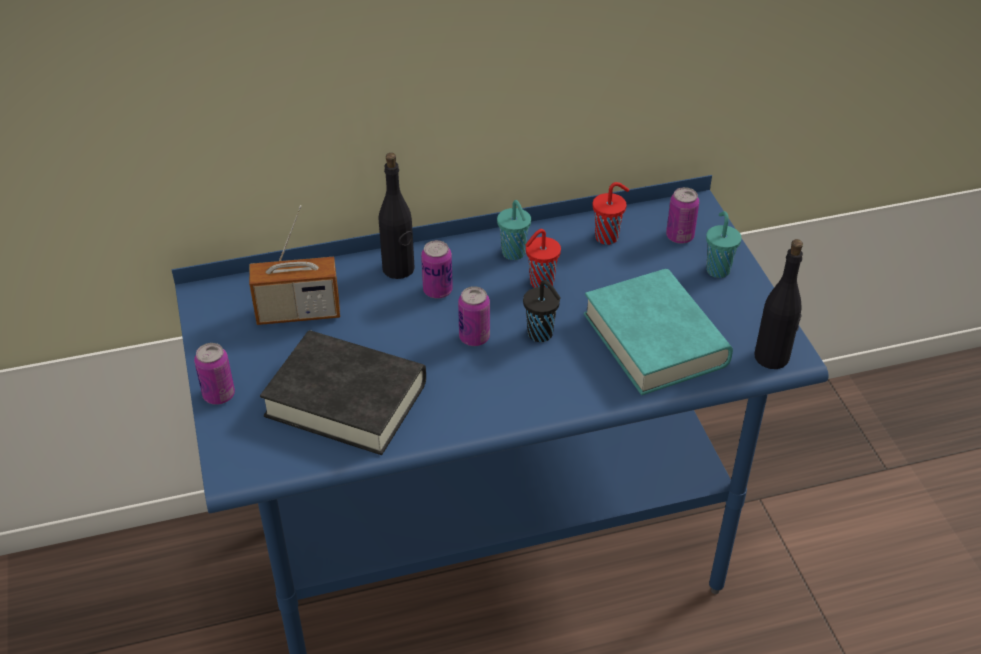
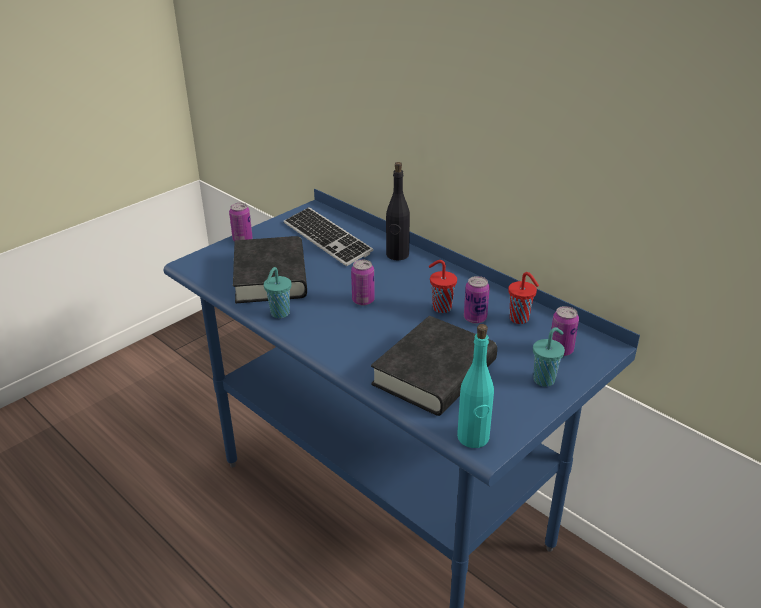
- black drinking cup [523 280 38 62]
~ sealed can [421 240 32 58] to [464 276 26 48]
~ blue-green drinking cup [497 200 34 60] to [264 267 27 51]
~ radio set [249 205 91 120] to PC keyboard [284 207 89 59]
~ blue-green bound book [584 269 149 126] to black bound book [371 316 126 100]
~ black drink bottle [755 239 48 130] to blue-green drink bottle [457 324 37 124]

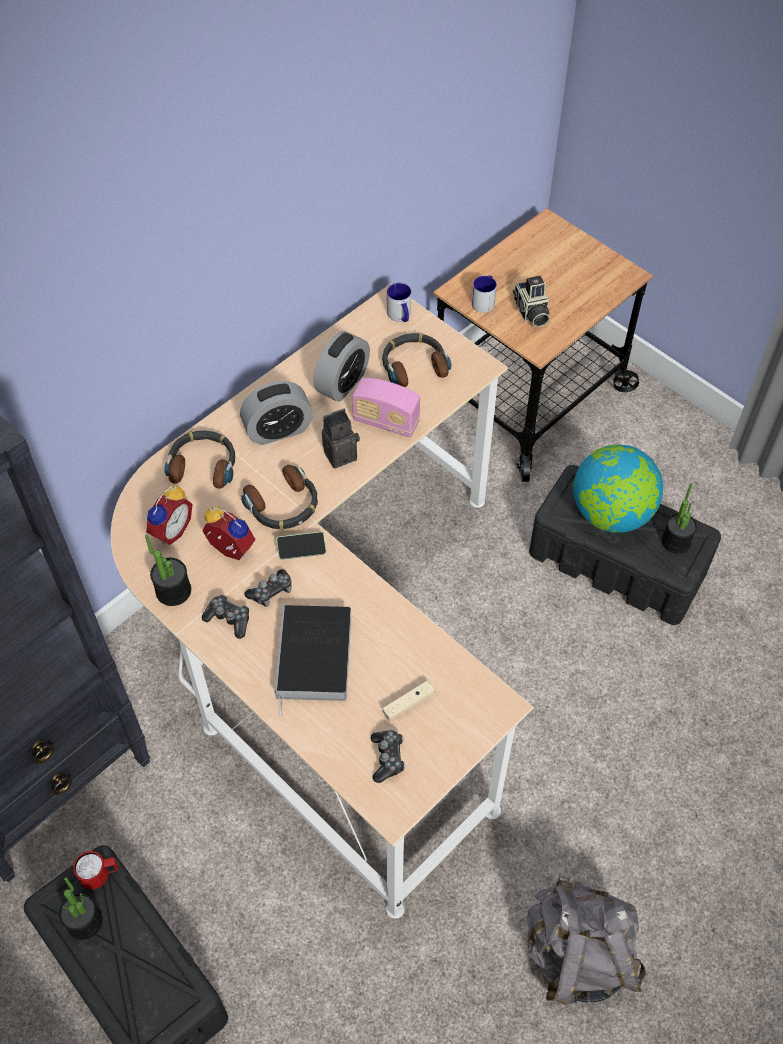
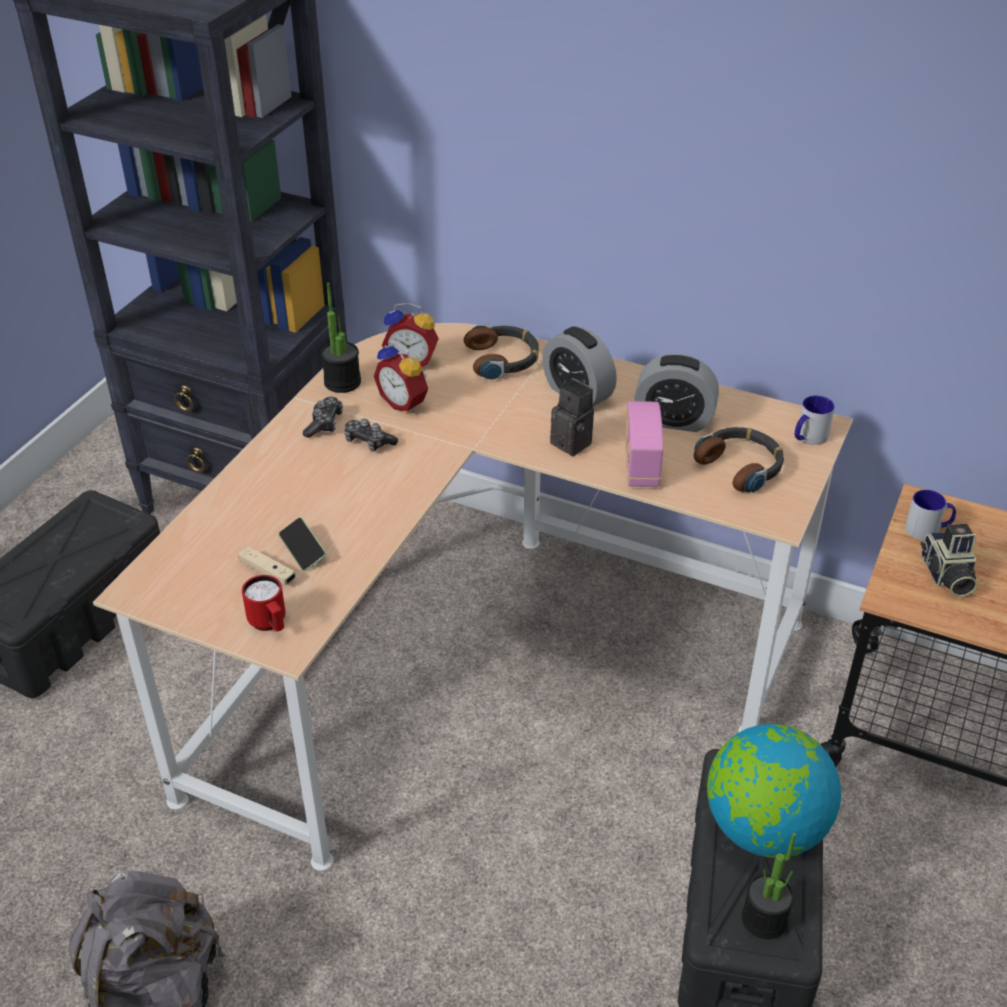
- plant in a pot [59 877 44 63]
- pair of headphones [241 465 77 65]
- bound book [275 605 76 112]
- game controller [371 730 34 53]
~ red coffee mug [73 851 46 38] to [242 575 43 56]
~ telephone [276 532 50 28] to [279 517 47 54]
~ bedside clock [202 506 54 54] = [374 341 54 71] 120 degrees clockwise
~ photo camera [513 276 37 51] = [921 524 56 73] 60 degrees counterclockwise

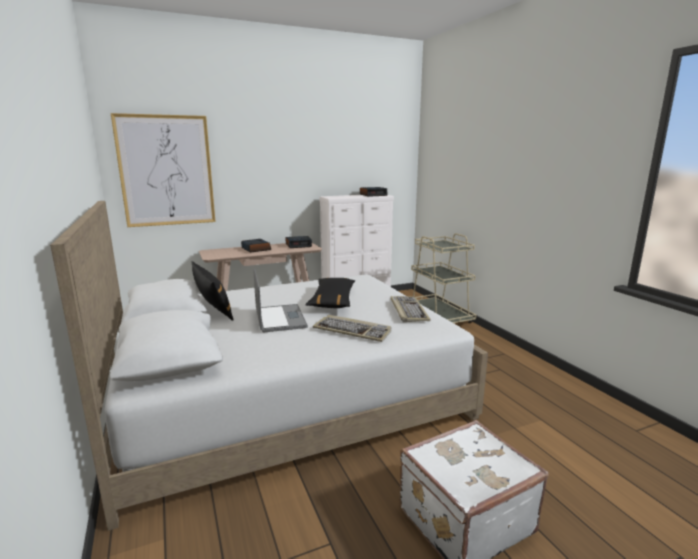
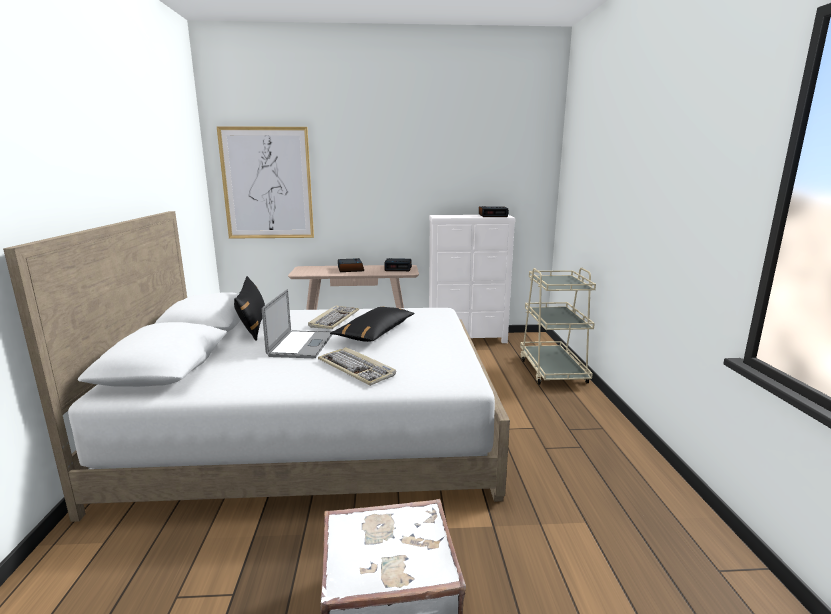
~ PC keyboard [391 296 40 26] to [308 305 51 24]

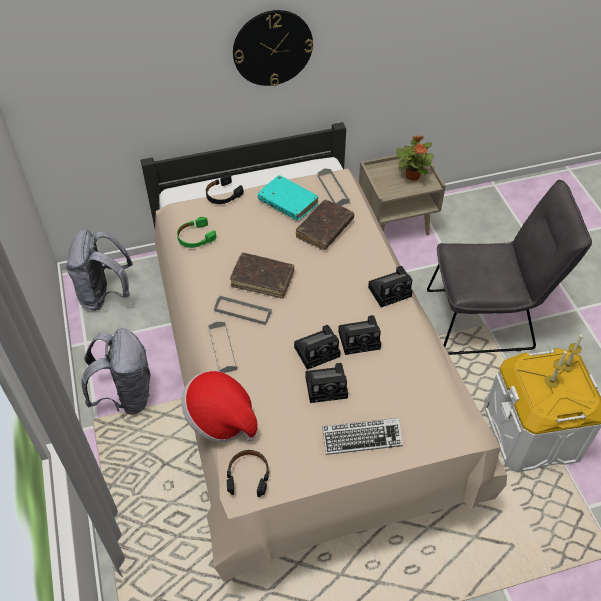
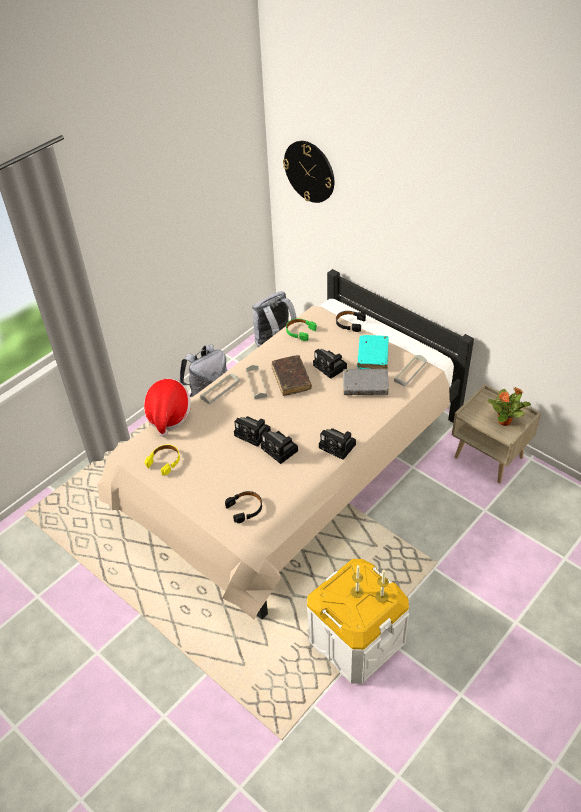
- PC keyboard [322 418 81 37]
- grey plain chair [427 180 165 175]
+ yellowish pair of headphones [145 444 35 32]
~ black pair of headphones [227 450 42 47] to [225 491 37 32]
~ clock on the wall [233 10 80 76] to [283 141 51 62]
~ photo camera [305 363 43 40] to [313 349 34 30]
~ brown-coloured bound book [296 200 58 50] to grey bound book [343 369 46 26]

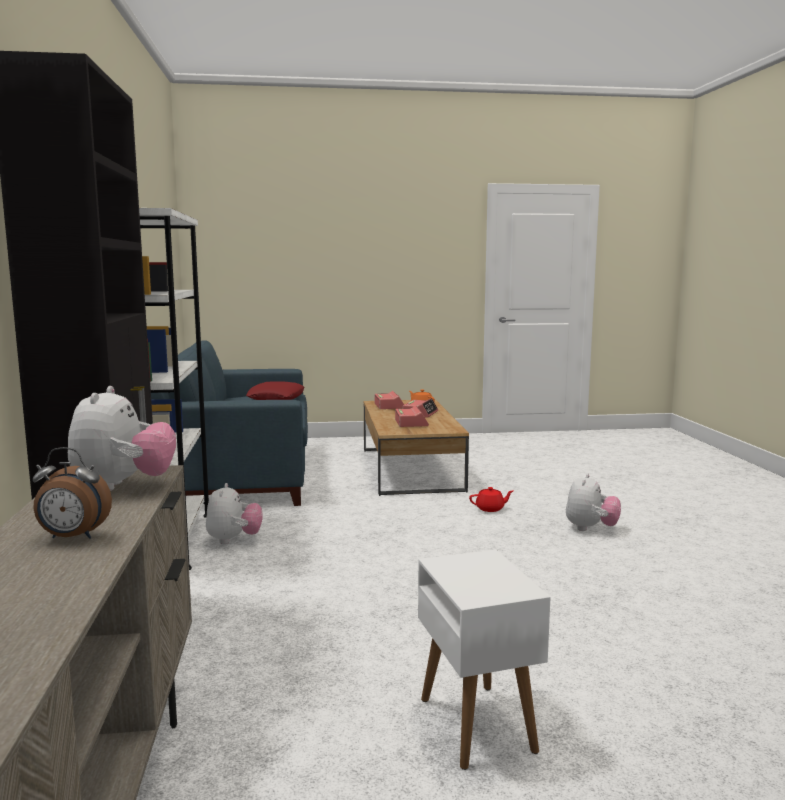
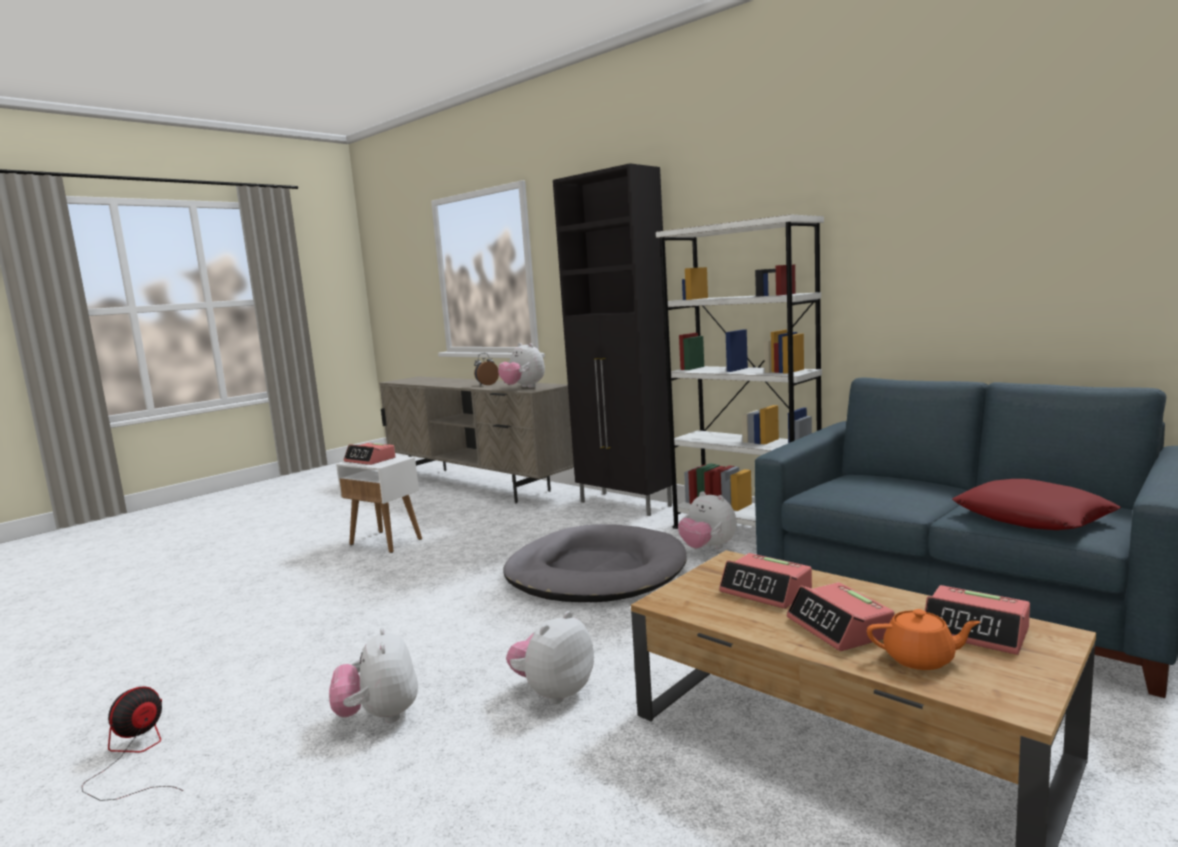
+ cooling fan [82 686 102 115]
+ bedside clock [344 443 52 22]
+ grey dog cushion [503 524 184 78]
~ red tea pot [469 487 44 25] to plush toy [506 611 88 93]

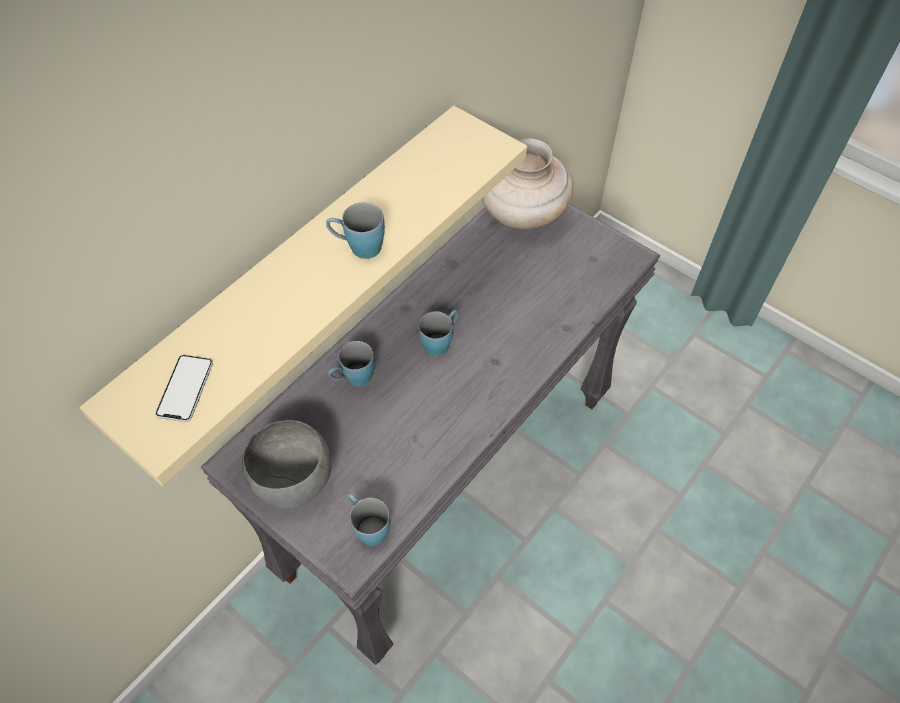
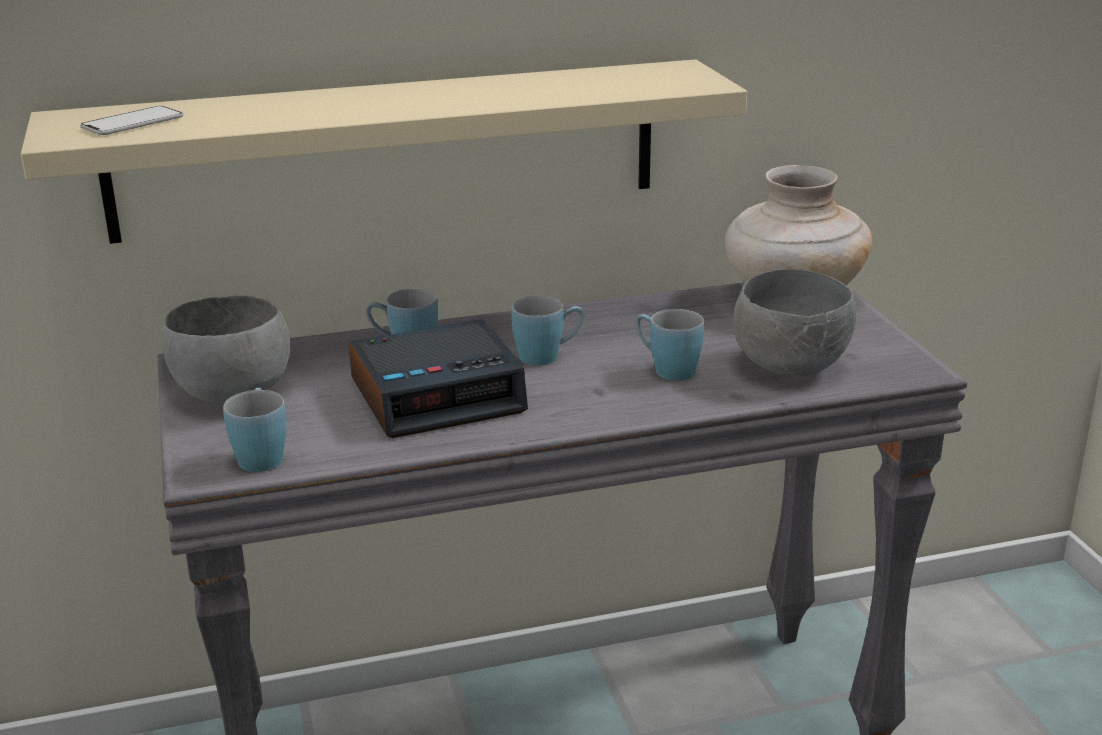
+ bedside clock [349 319 179 119]
+ grey deep dish [733 269 123 107]
~ bluish coffee mug [326 202 59 57] to [635 309 69 72]

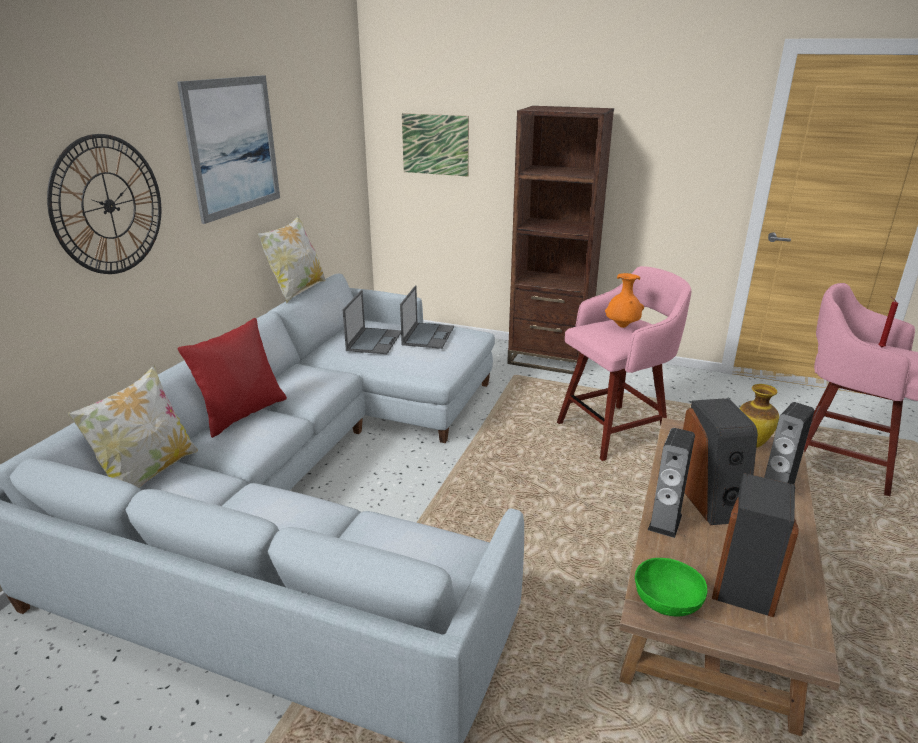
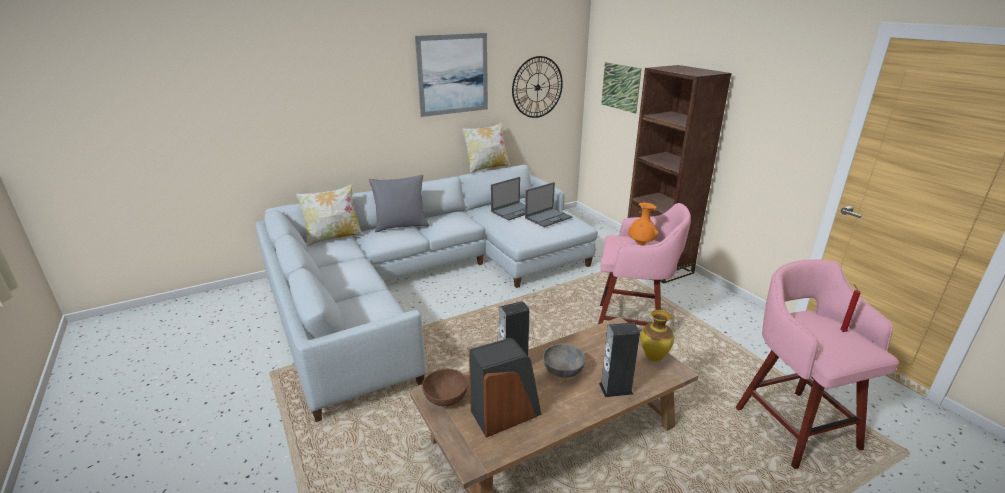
~ clock on the wall [47 134 114 140] to [512 56 51 62]
~ speaker [683 398 75 127] to grey deep dish [543 343 42 35]
~ red cushion [178 318 109 120] to grey cushion [369 175 60 57]
~ green-coloured deep dish [635 558 72 59] to brown-coloured deep dish [422 369 46 37]

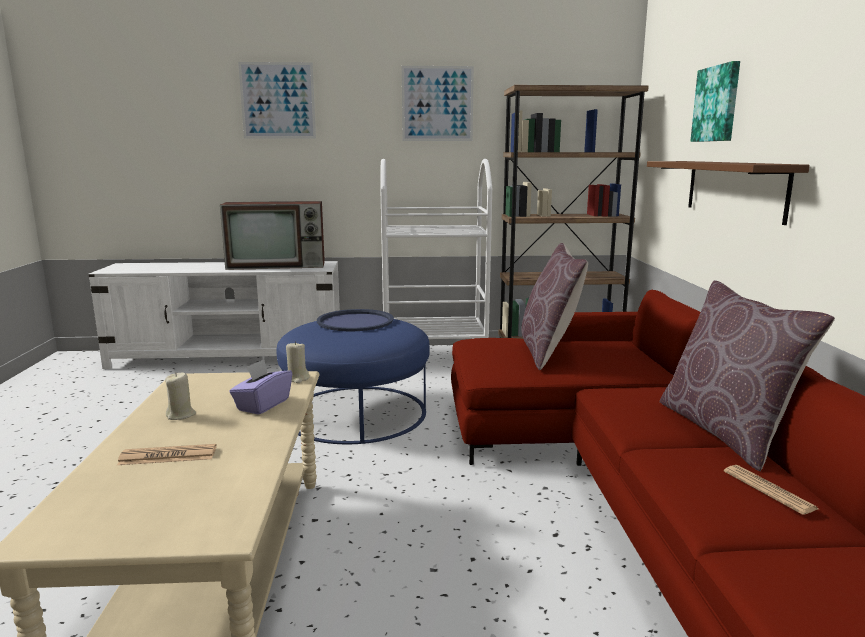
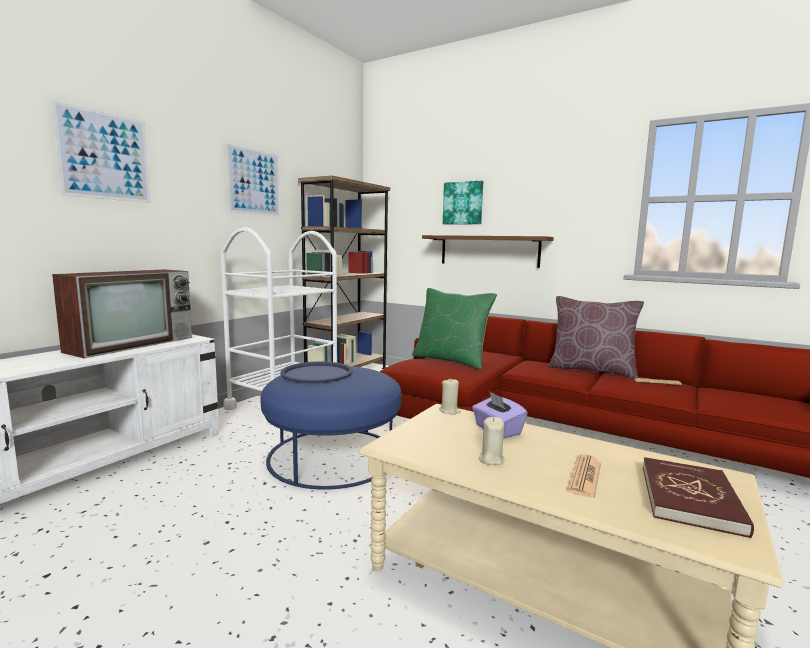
+ red bound book [643 457 111 81]
~ brown-coloured cushion [521 243 67 127] to green-coloured cushion [412 288 85 81]

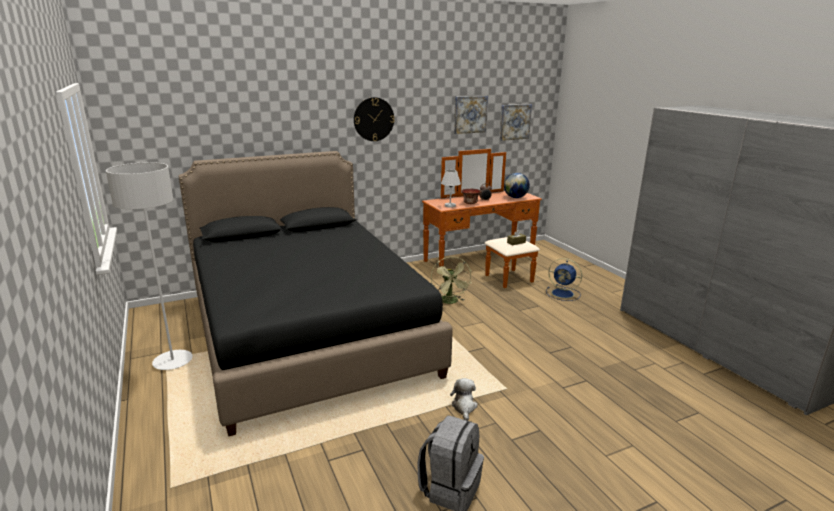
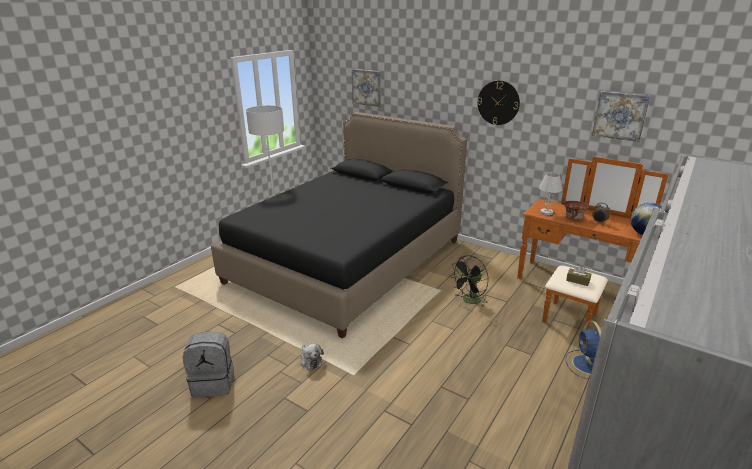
~ wall picture [499 104 33 37] to [352 69 29 38]
~ green-coloured cooling fan [431 257 41 47] to black cooling fan [450 255 38 52]
~ plush toy [450 378 28 43] = [300 344 24 26] 90 degrees clockwise

